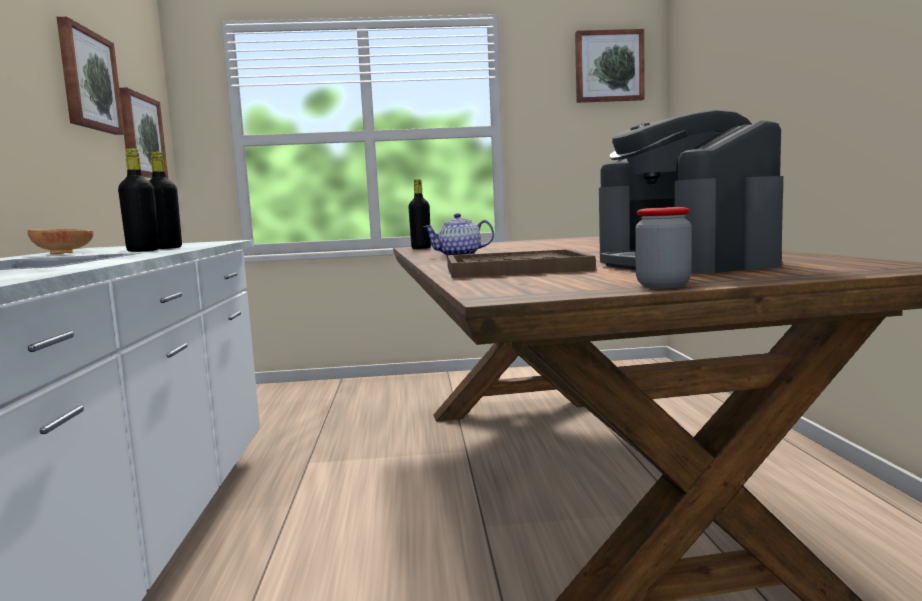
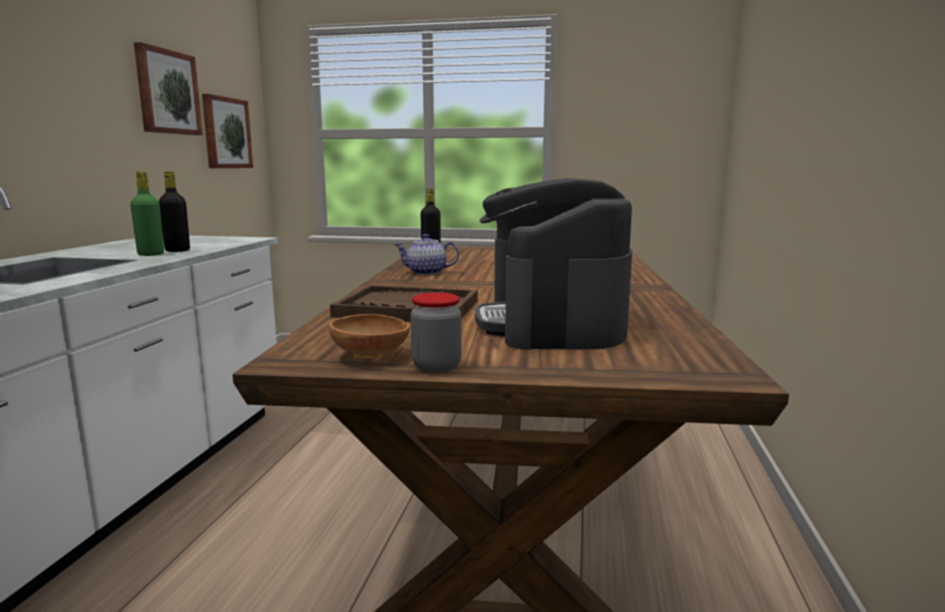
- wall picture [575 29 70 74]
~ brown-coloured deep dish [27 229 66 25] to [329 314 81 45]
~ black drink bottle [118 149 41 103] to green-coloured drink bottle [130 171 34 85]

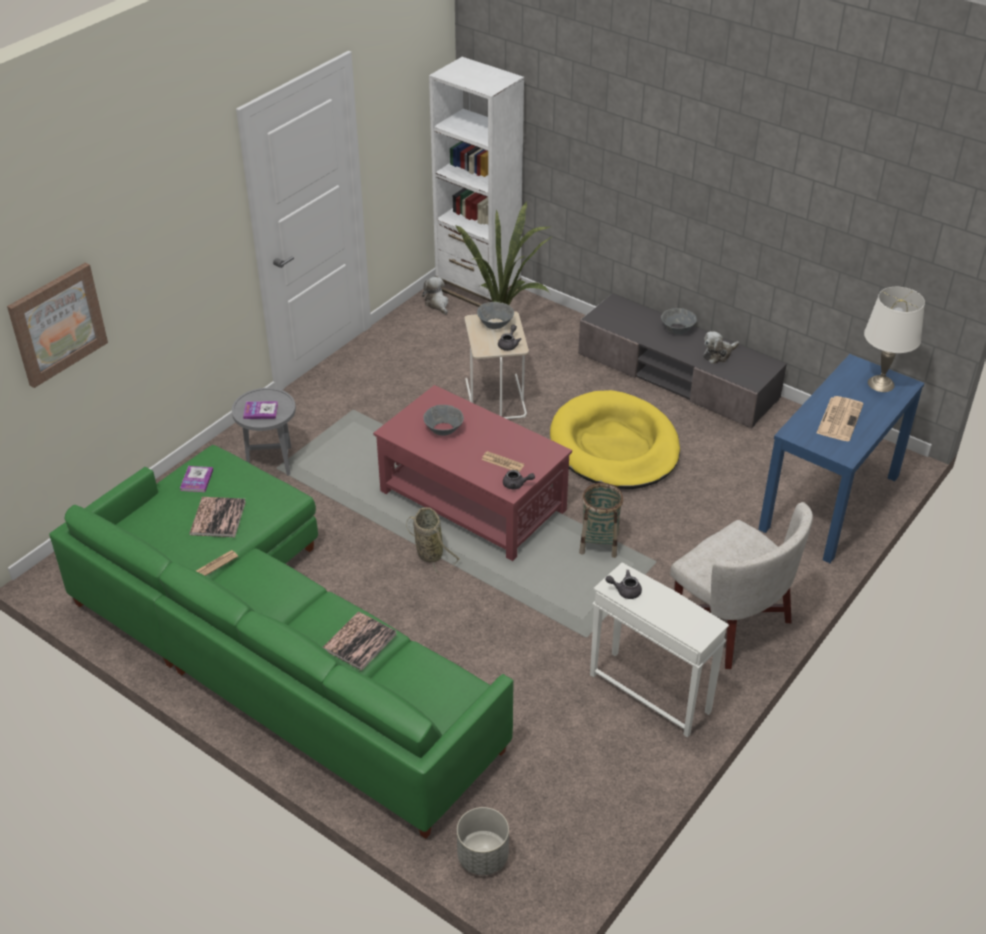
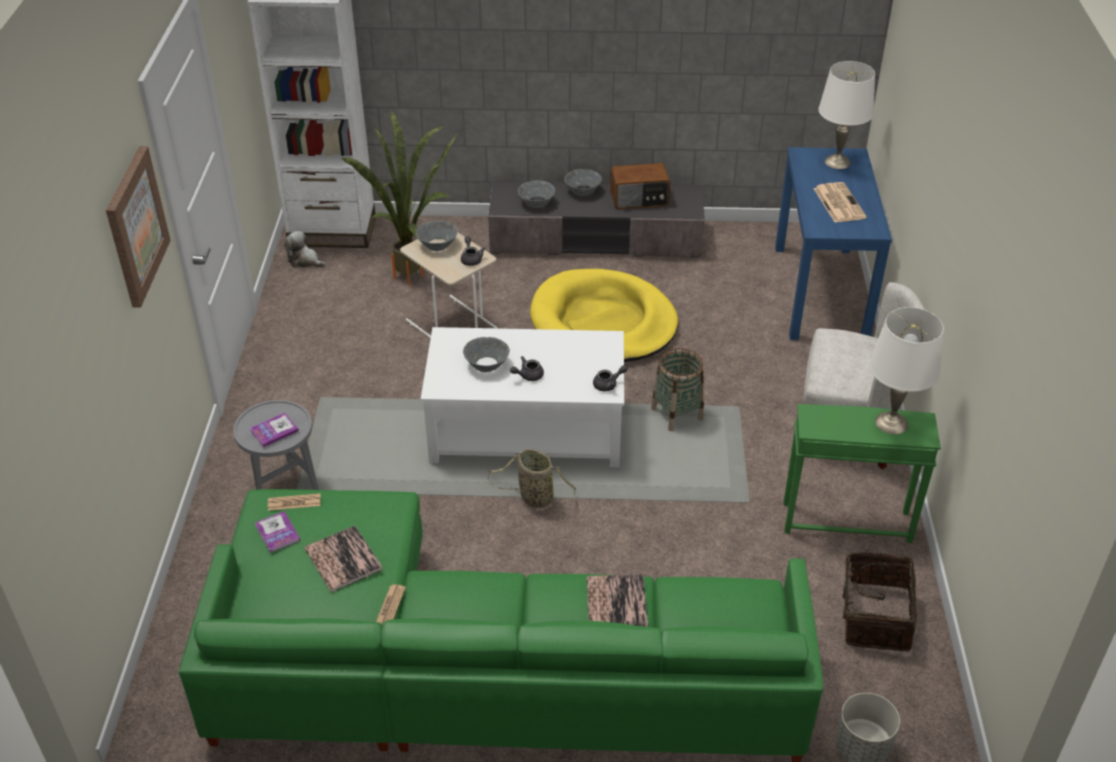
+ grey deep dish [518 180 37 28]
+ basket [827 552 90 100]
+ whitish lamp for a table [869 307 75 127]
~ wall picture [7 263 101 125] to [106 146 65 161]
~ printed paper [482 451 42 21] to [268 493 53 18]
~ grey tea pot [605 570 37 29] to [510 356 34 25]
~ plush toy [703 331 36 33] to radio set [610 163 60 46]
~ red lounge table [373 385 199 176] to whitish lounge table [421 327 203 140]
~ whitish accent table [590 563 139 175] to green-coloured accent table [784 404 157 139]

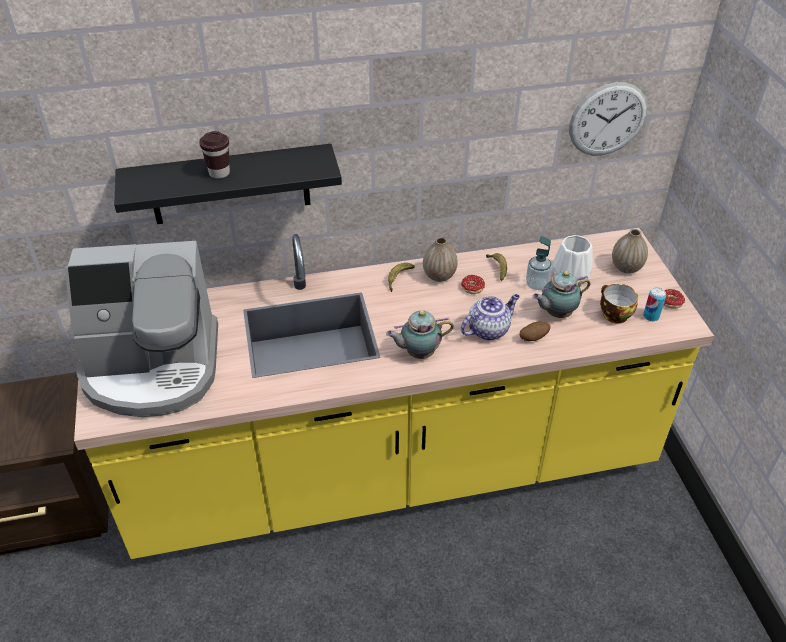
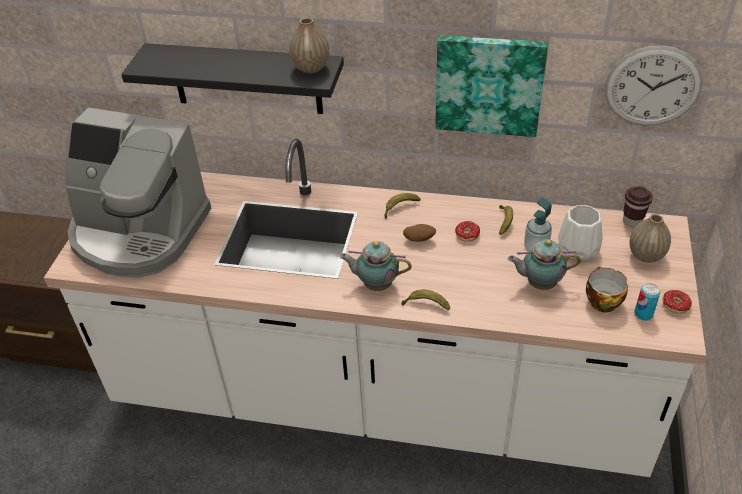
- tea pot [461 294 59 46]
+ banana fruit [401 290 49 21]
+ wall picture [435 35 113 102]
~ brown-coloured drinking cup [199 131 31 48] to [623 186 30 41]
~ decorative vase [423 237 35 45] to [289 17 40 57]
~ potato [520 322 31 19] to [403 224 33 18]
~ yellowish kitchen counter [74 228 640 331] to whitish kitchen counter [44 139 662 338]

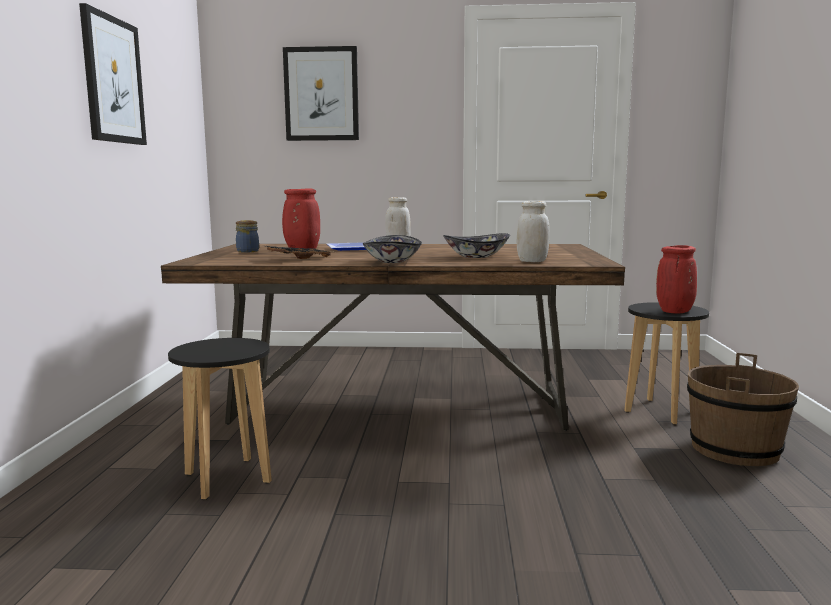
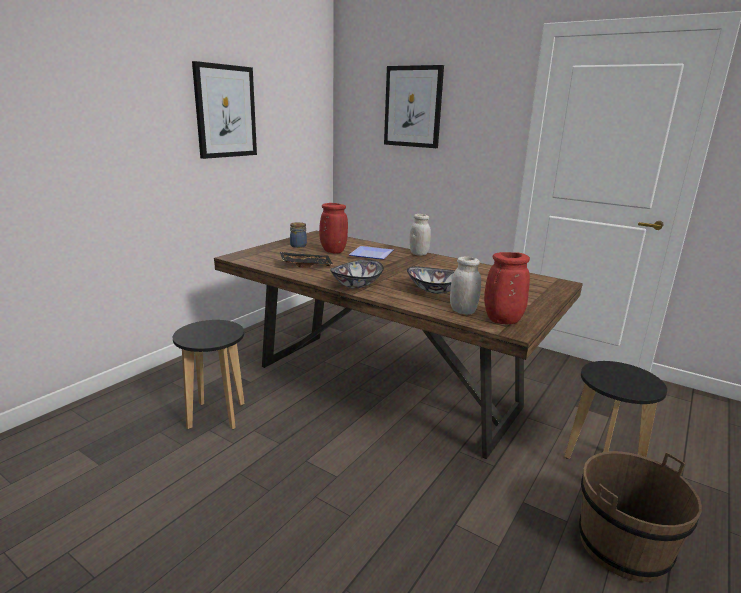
~ red decorative vase [656 245 41 69] to [484 252 46 72]

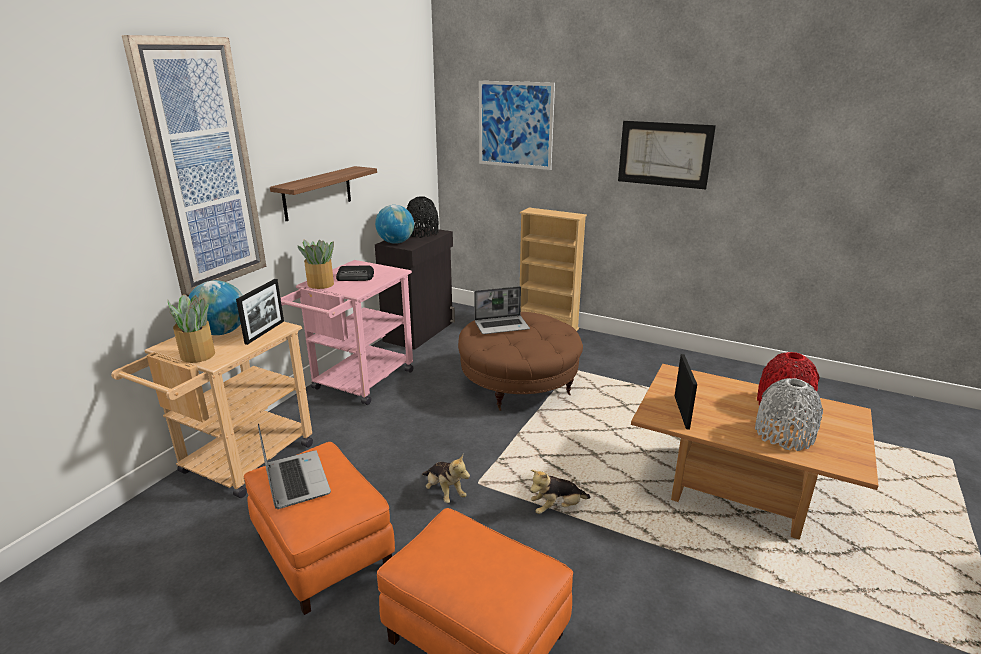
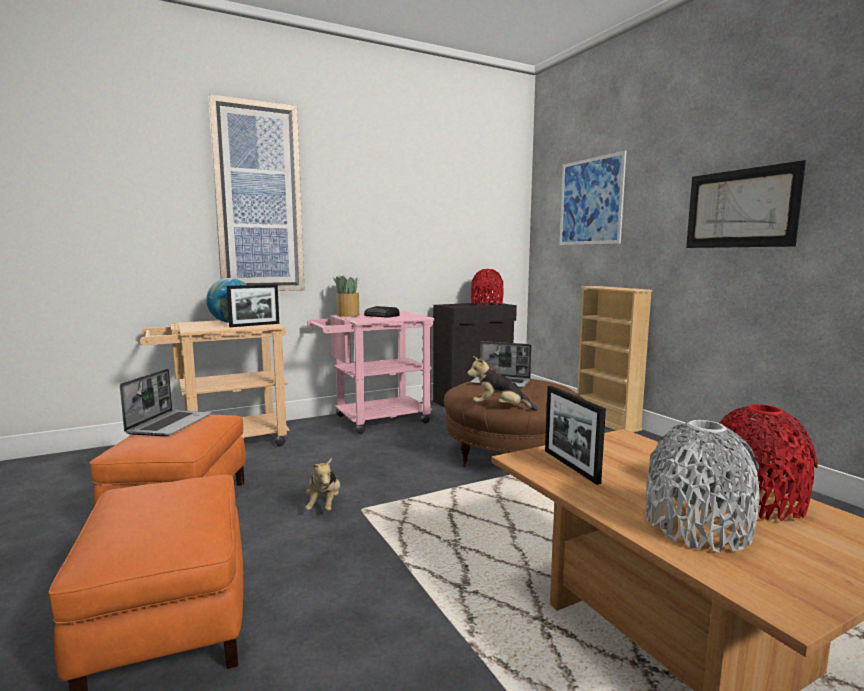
- plant in a pot [168 294 47 69]
- bracket shelf [270 166 107 55]
- world globe [375 205 39 39]
~ plush toy [530 470 60 44] to [467 356 71 55]
~ black decorative vase [407 196 32 42] to red decorative vase [471 269 32 36]
~ photo frame [675 354 22 76] = [545 386 61 99] 120 degrees clockwise

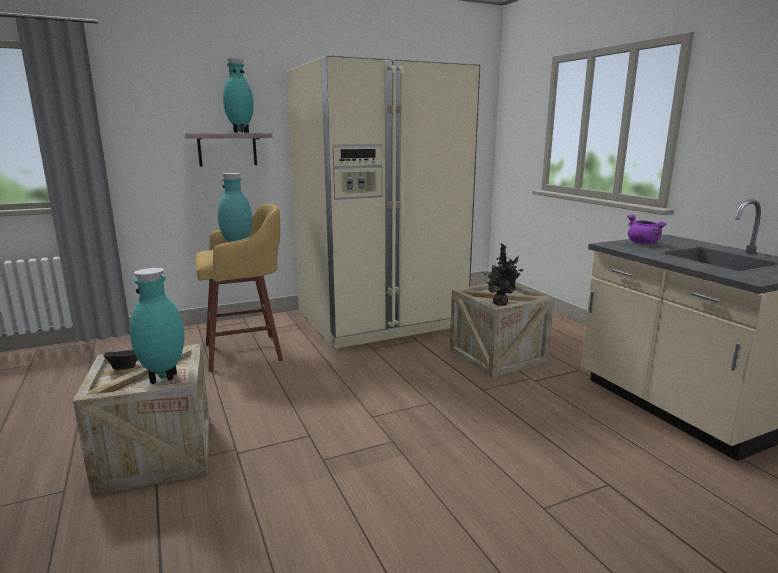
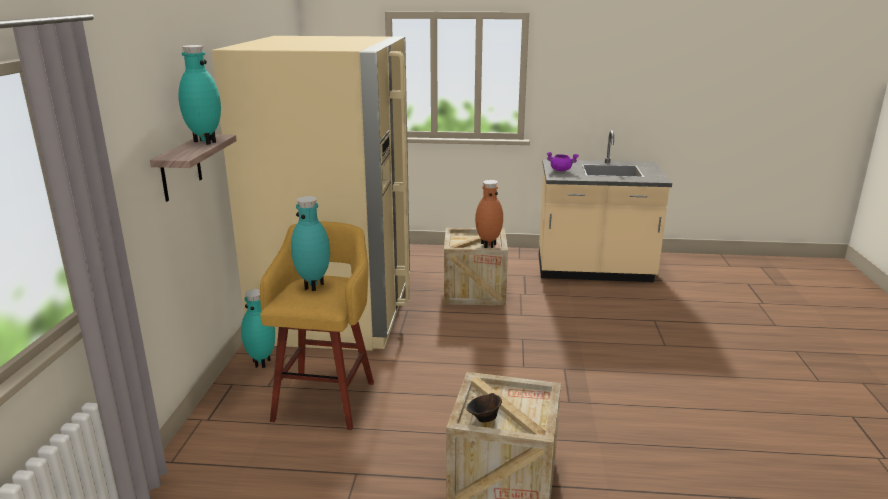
~ blue-green decorative vase [130 268 54 116] to [241 289 34 79]
~ plant in a pot [482 243 42 63] to brown-coloured decorative vase [475 180 28 68]

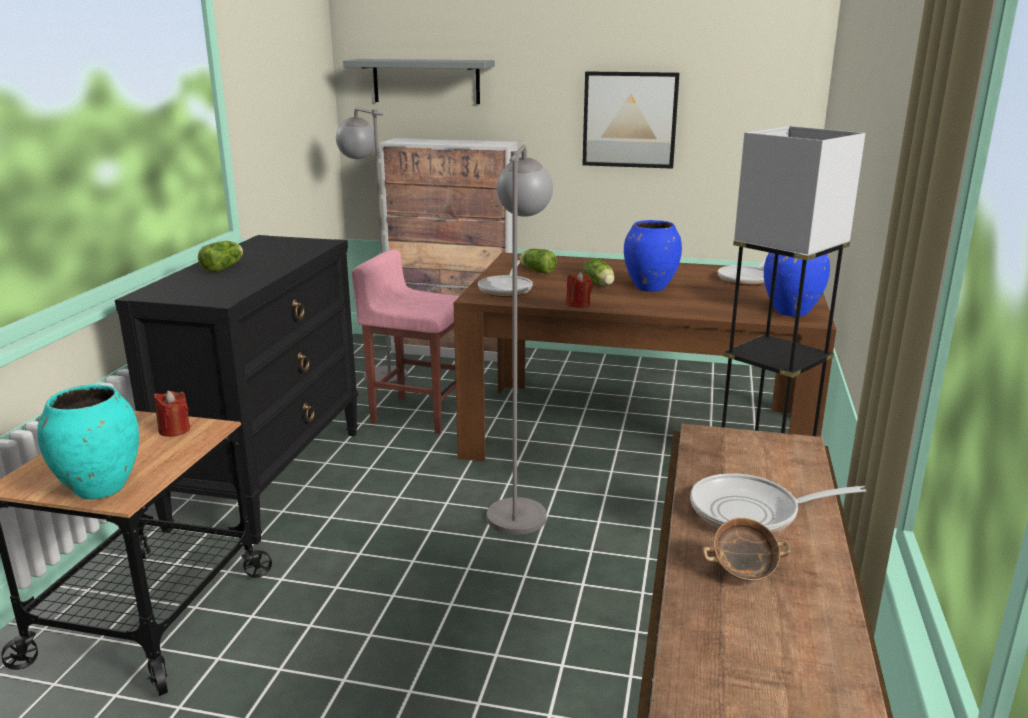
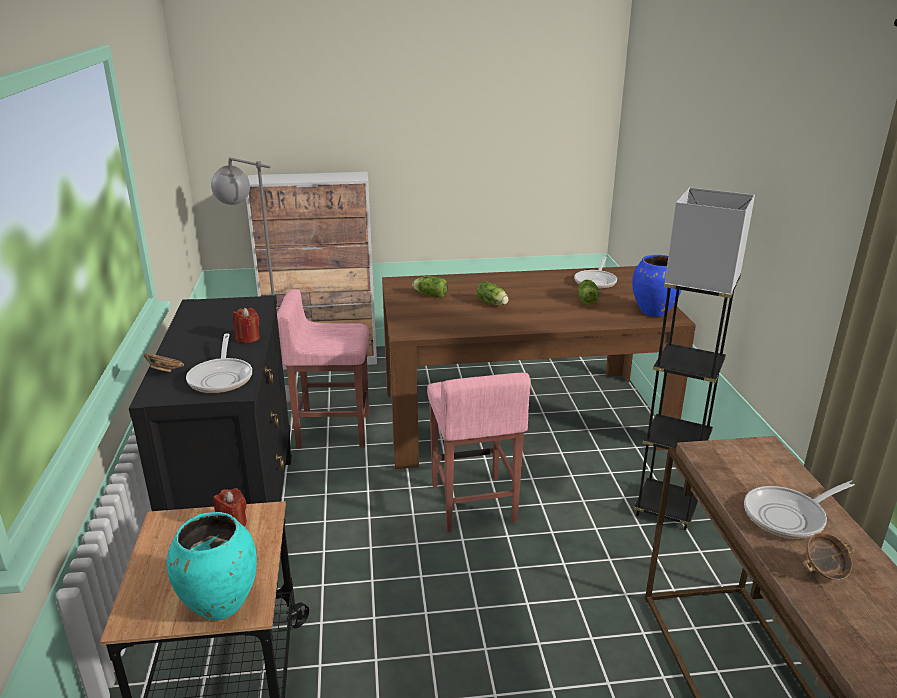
- grey bracket shelf [343 59 152 45]
- wall picture [582 71 98 98]
- bluish decorative vase [624 220 58 72]
+ deep dish [143 353 41 19]
~ lettuce head [198 241 45 32] to [578 280 22 25]
~ pan [478 260 55 37] to [186 333 66 60]
~ red wax candle [566 272 27 36] to [233 308 27 35]
~ grey standing lamp [487 144 66 391] to pink-coloured sitting stool [427 373 104 160]

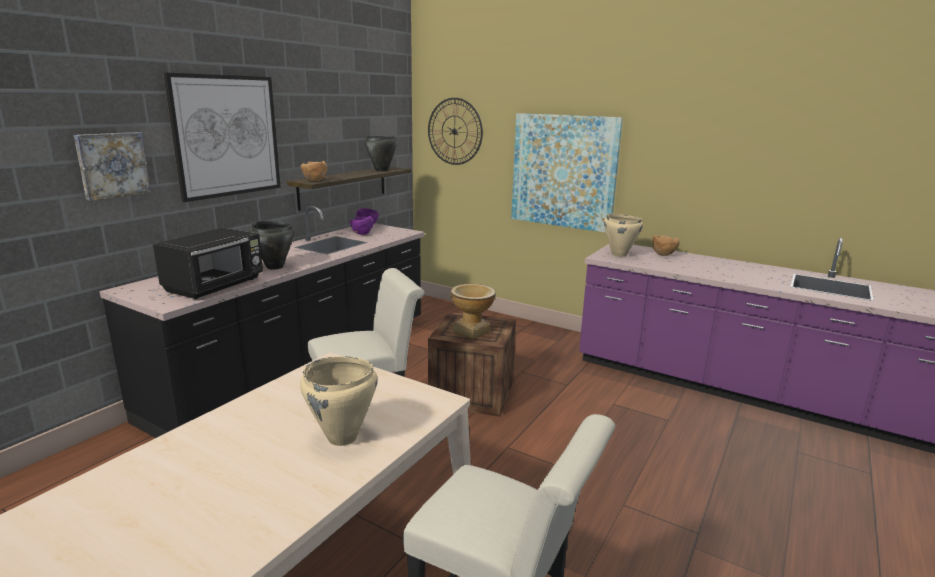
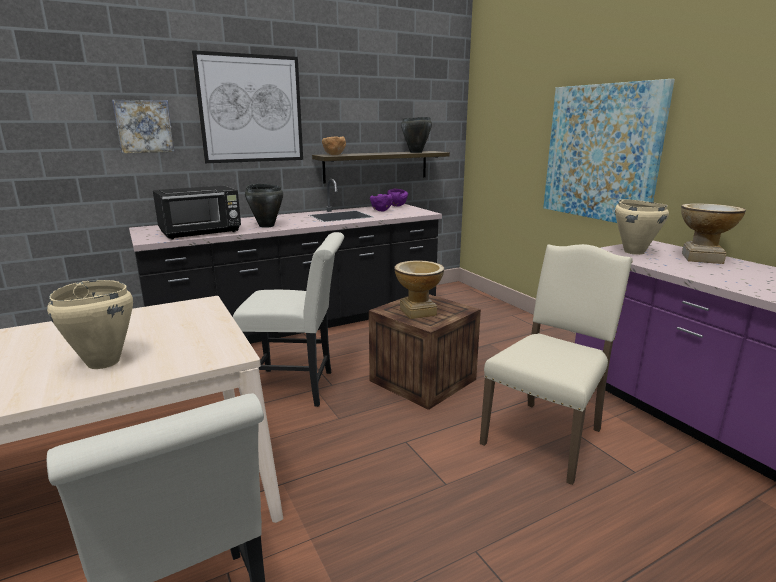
- clock on the wall [428 98 55 67]
+ beige plain chair [480 244 153 241]
~ brown-coloured deep dish [652 235 28 21] to decorative vase [681 203 65 61]

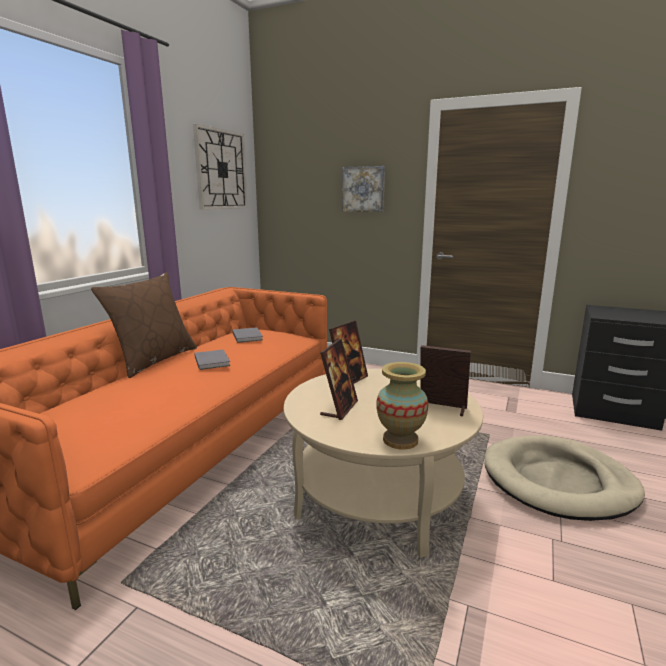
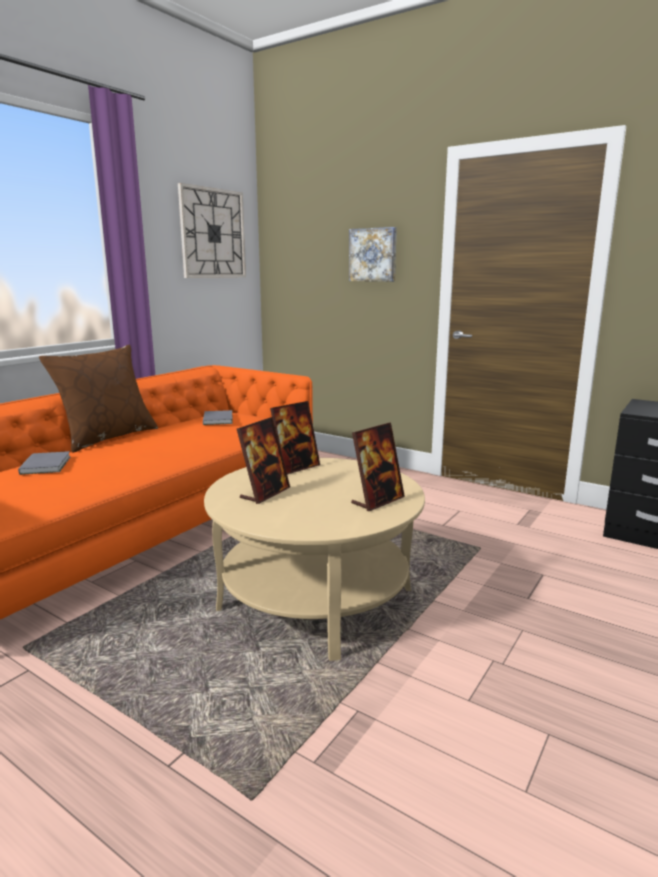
- decorative vase [376 362 52 88]
- beige dog cushion [484 435 161 86]
~ grey bound book [195 349 35 21] to [18 451 53 24]
~ photo frame [421 345 50 72] = [351 423 54 88] 105 degrees clockwise

